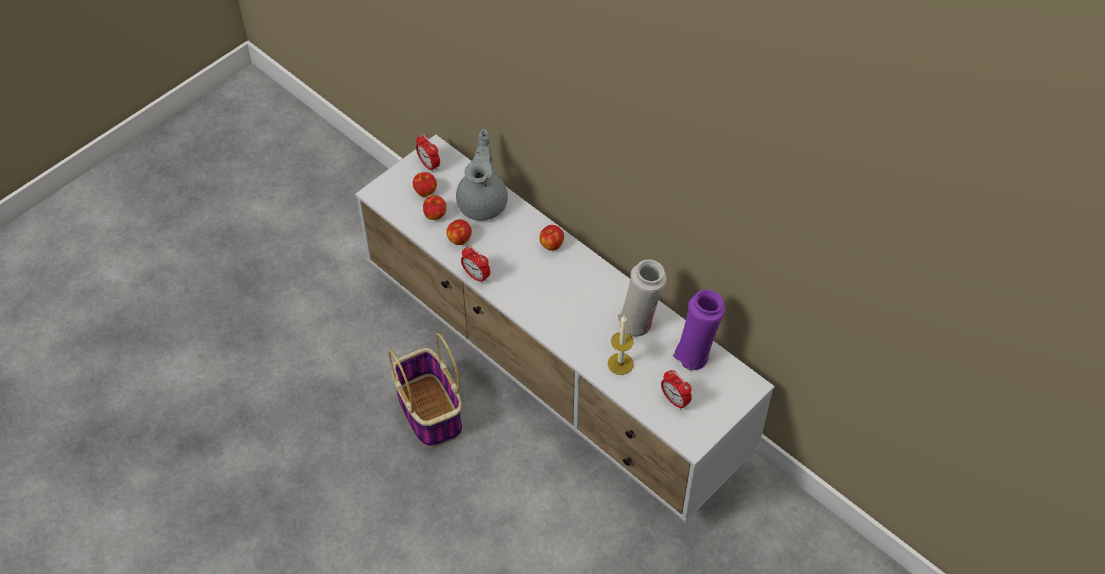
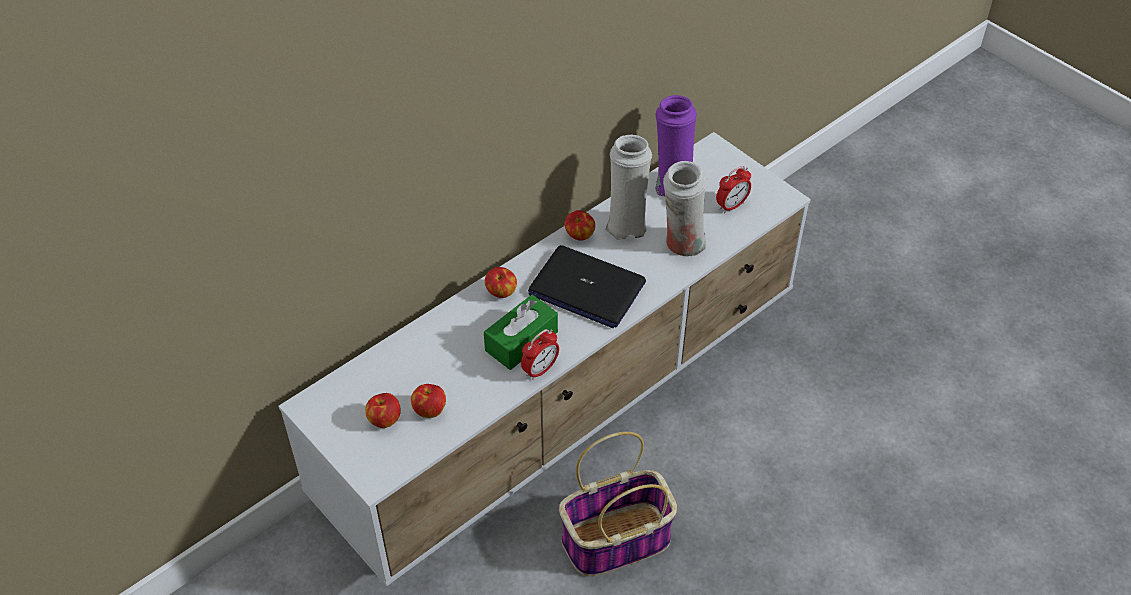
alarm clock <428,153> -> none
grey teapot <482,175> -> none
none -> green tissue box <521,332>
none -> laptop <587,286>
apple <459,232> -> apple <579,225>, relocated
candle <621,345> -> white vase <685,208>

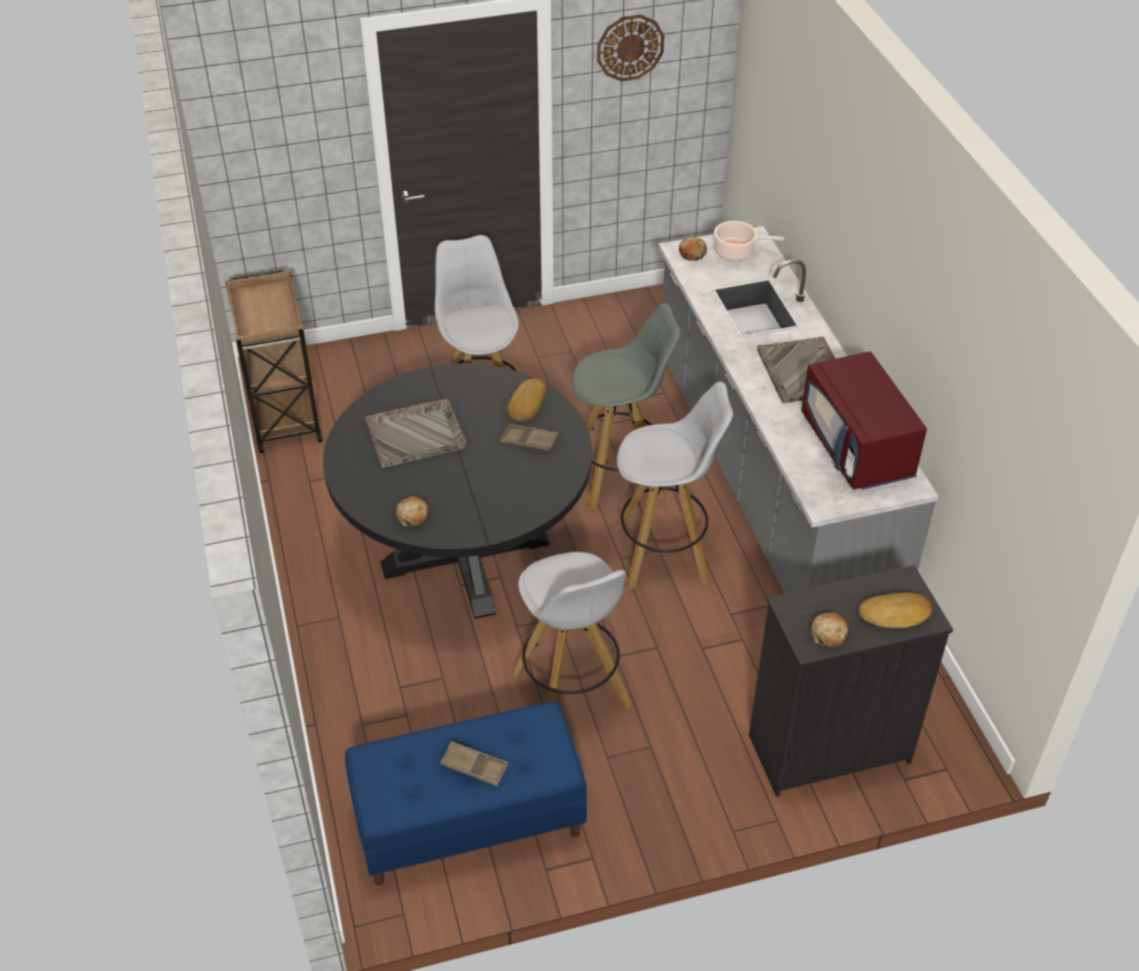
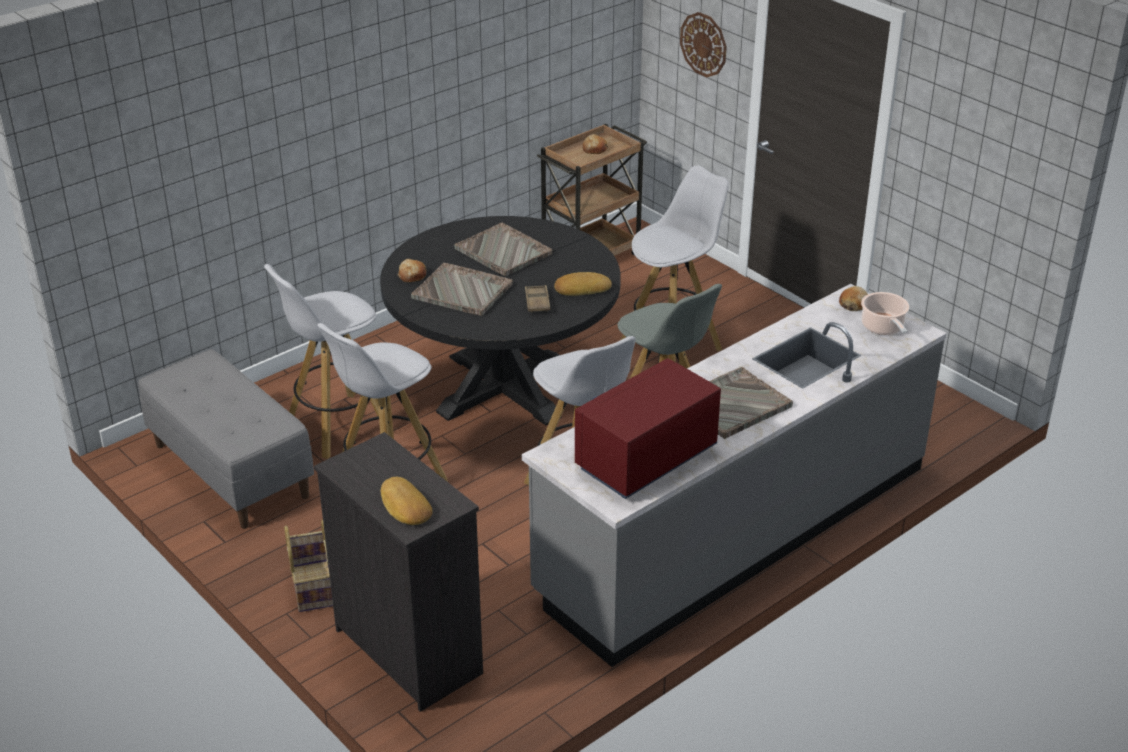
brown tray <474,763> -> none
none -> white stool <321,361>
none -> basket <308,565>
none -> grey tray <462,289>
wall clock <631,47> -> wall clock <703,44>, relocated
bread <830,630> -> bread <595,144>, relocated
blue bench <466,793> -> grey bench <226,439>

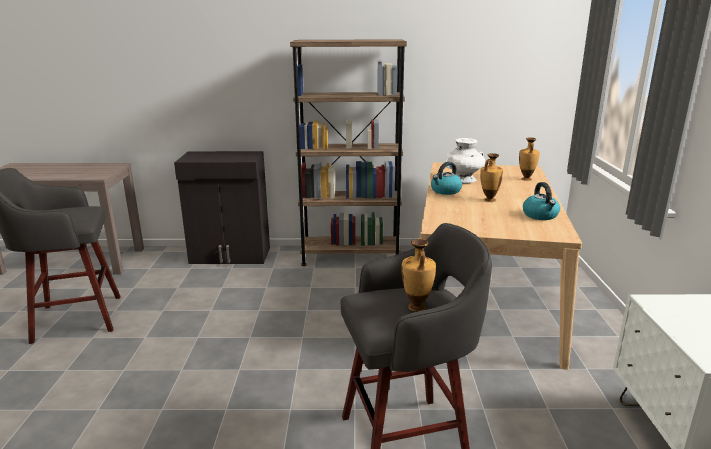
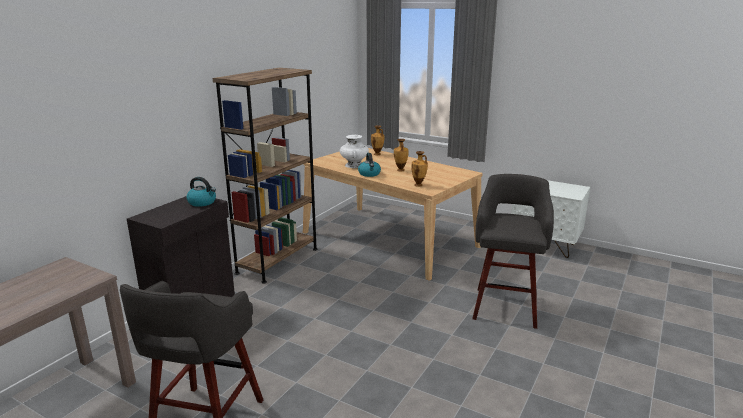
vase <418,275> -> vase <419,169>, relocated
kettle <541,201> -> kettle <201,192>, relocated

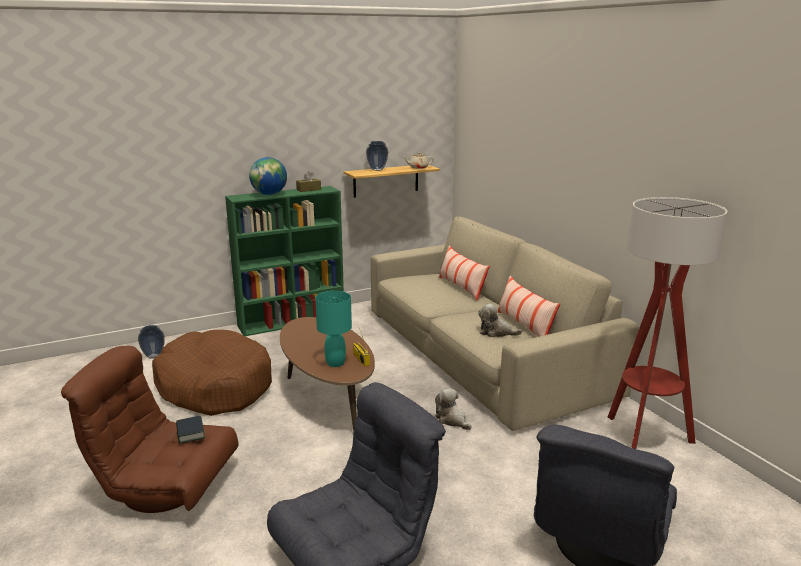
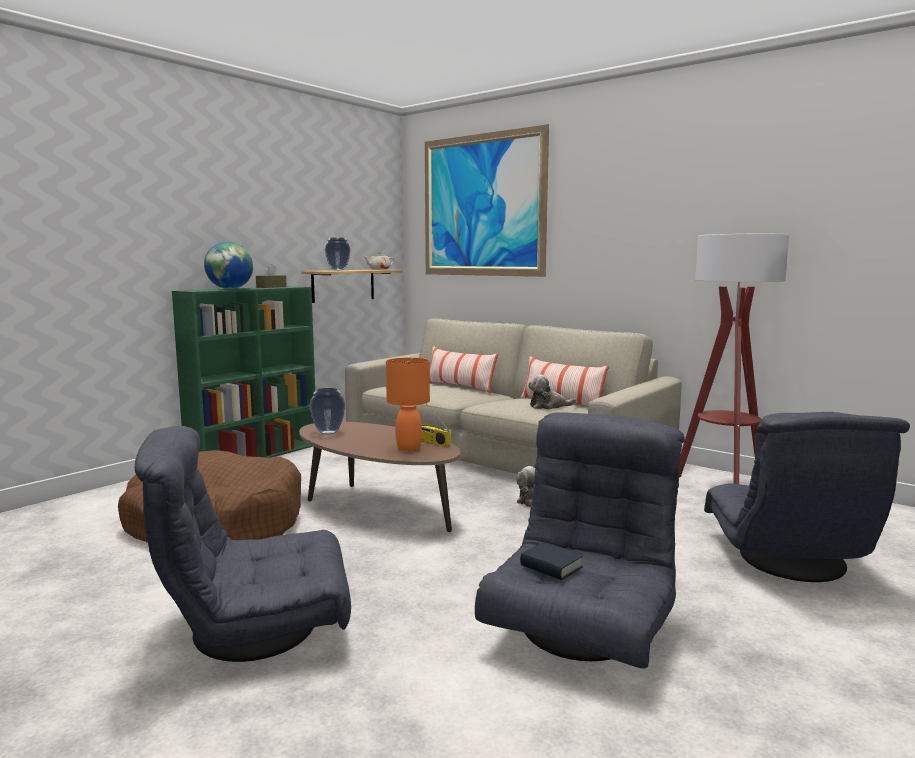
none -> picture <487,200>
vase <151,342> -> vase <327,411>, relocated
book <190,429> -> book <551,561>, relocated
brown armchair <150,429> -> grey armchair <243,544>
turquoise table lamp <333,329> -> orange table lamp <408,405>

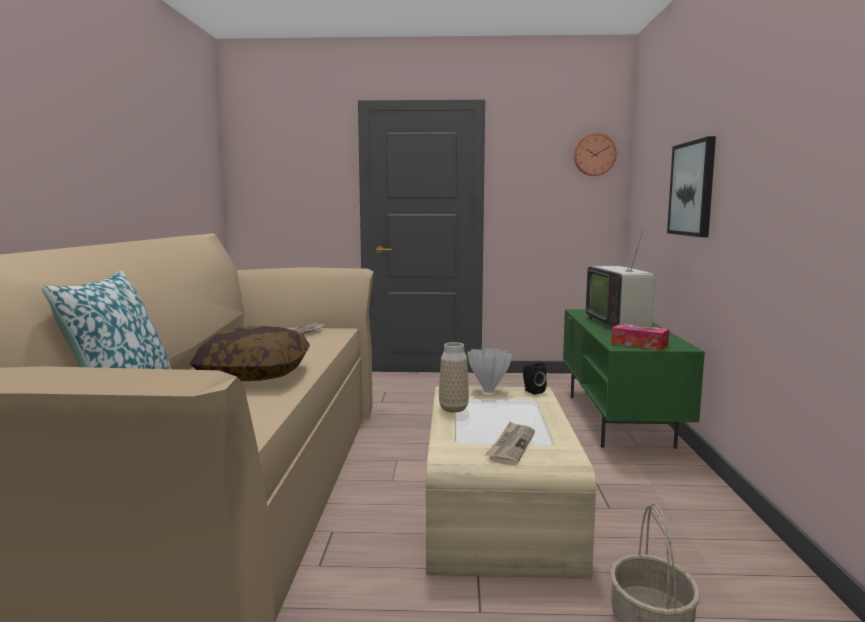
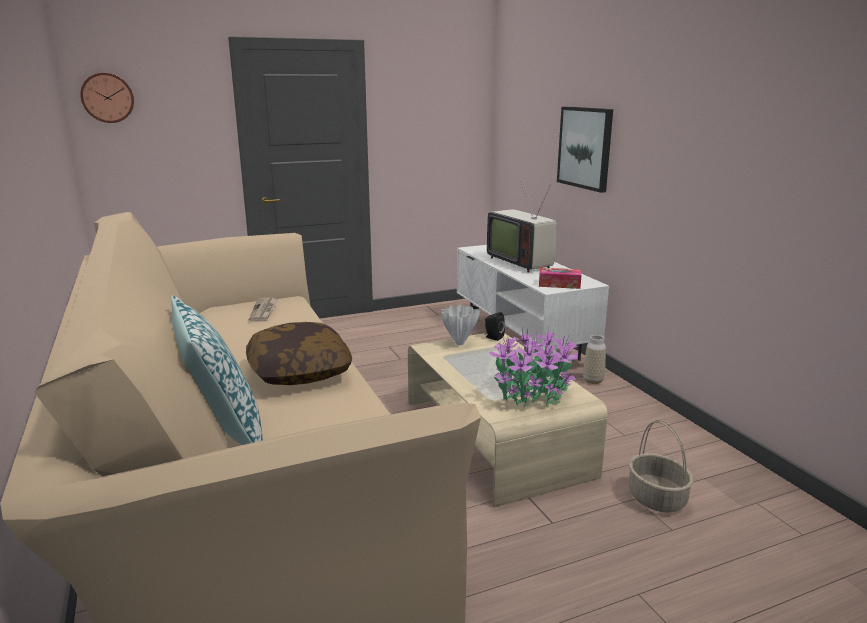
vase <454,377> -> vase <594,359>, relocated
wall clock <595,154> -> wall clock <107,98>, relocated
newspaper <510,443> -> potted plant <533,367>
green tv stand <634,379> -> white tv stand <533,303>

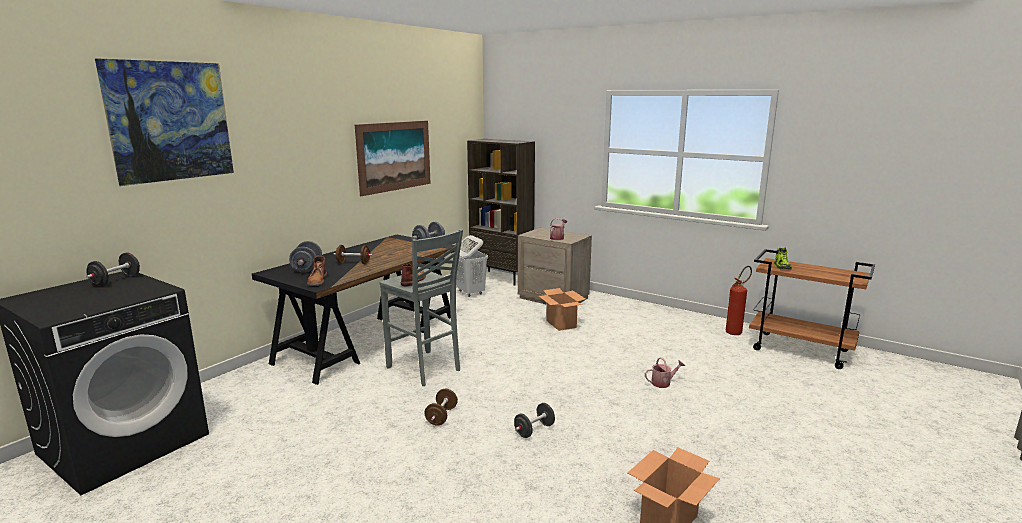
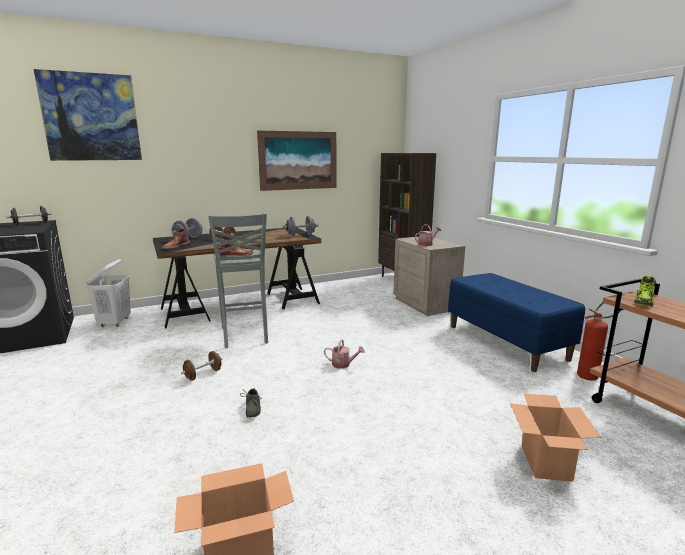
none -> blue bench <516,322>
white laundry basket <470,266> -> white laundry basket <108,293>, relocated
cardboard box <562,309> -> cardboard box <555,438>, relocated
watering can <665,372> -> watering can <344,354>, relocated
black dumbbell <534,420> -> grey shoe <250,403>

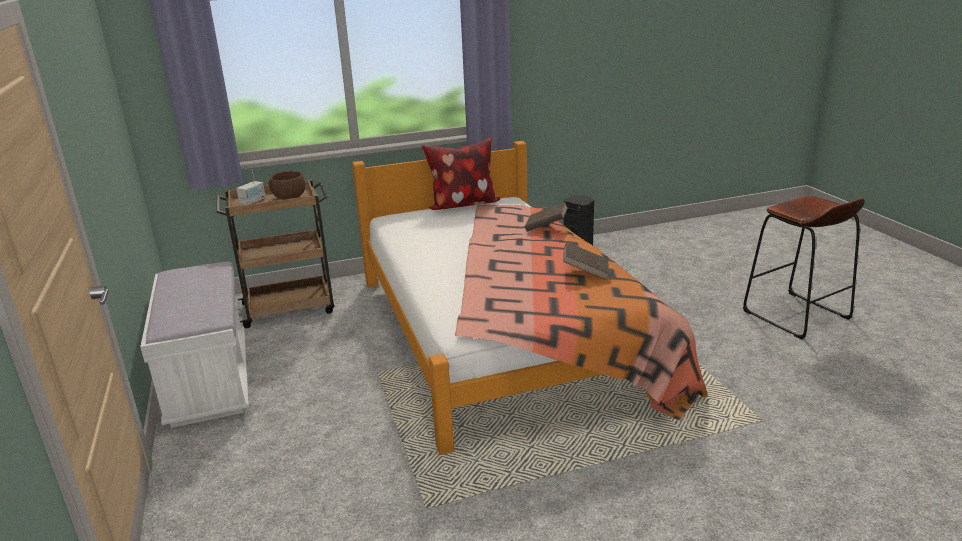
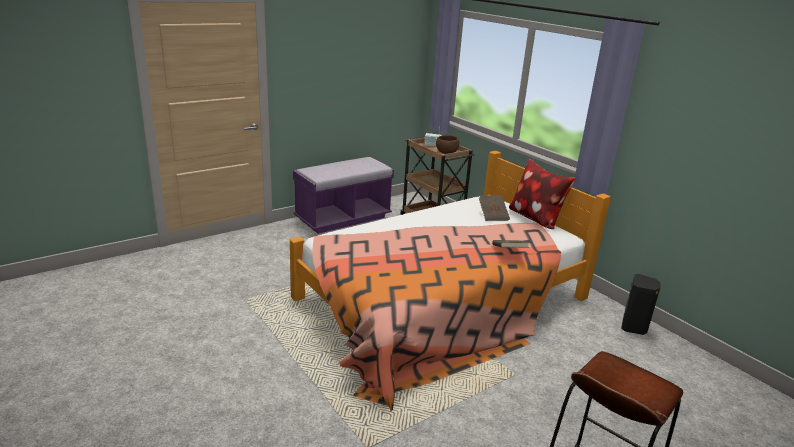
brown book <586,261> -> brown book <494,208>, relocated
white bench <194,345> -> purple bench <343,195>

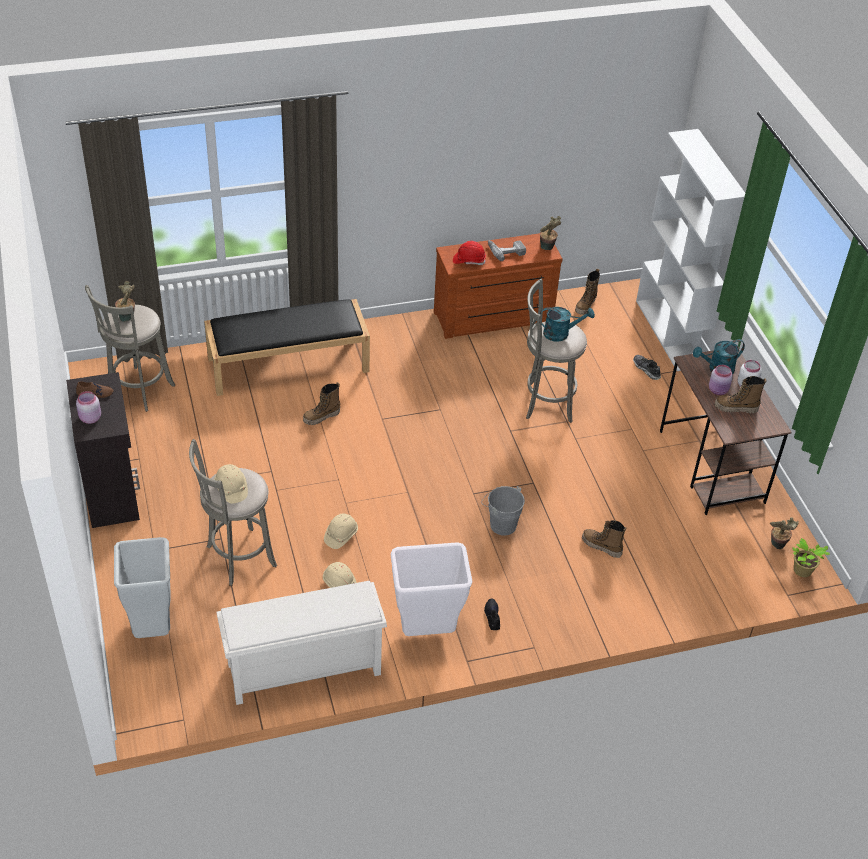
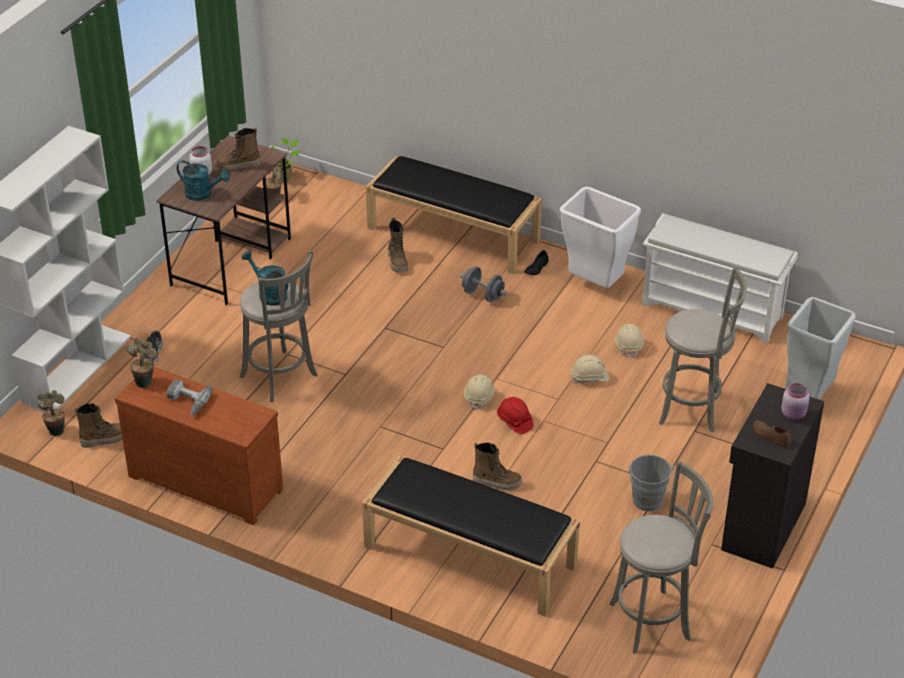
pink jar <721,380> -> none
none -> black bench <454,214>
none -> grey dumbbell <483,284>
potted plant <125,301> -> potted plant <51,413>, relocated
beige hard hat <231,484> -> beige hard hat <479,393>, relocated
red hard hat <469,253> -> red hard hat <515,415>, relocated
grey bucket <504,511> -> grey bucket <651,483>, relocated
boot <740,394> -> boot <238,149>, 120 degrees clockwise

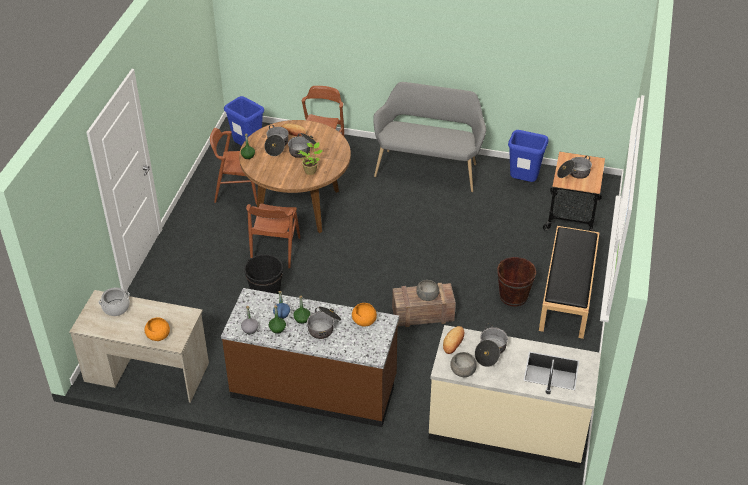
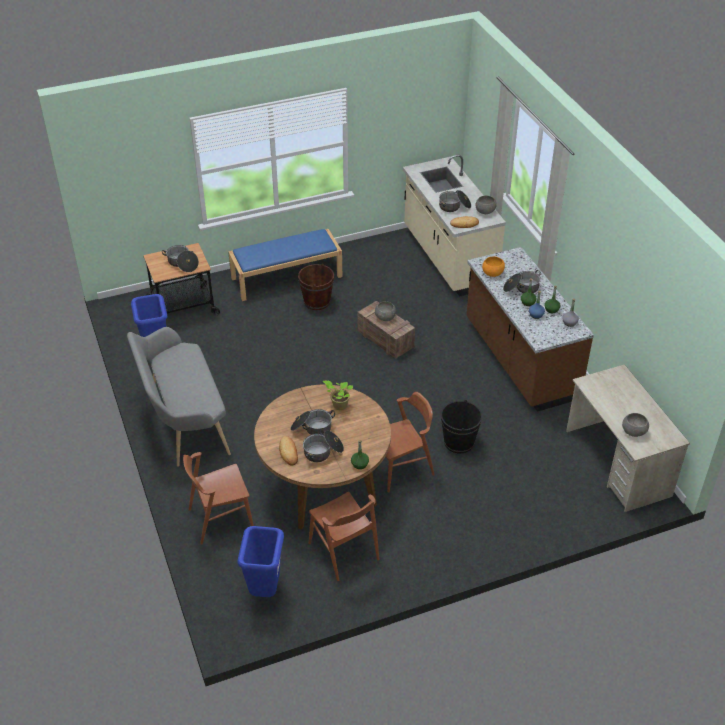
orange bowl <157,329> -> none
cooking pot <114,302> -> grey bowl <635,425>
black bench <569,282> -> blue bench <285,265>

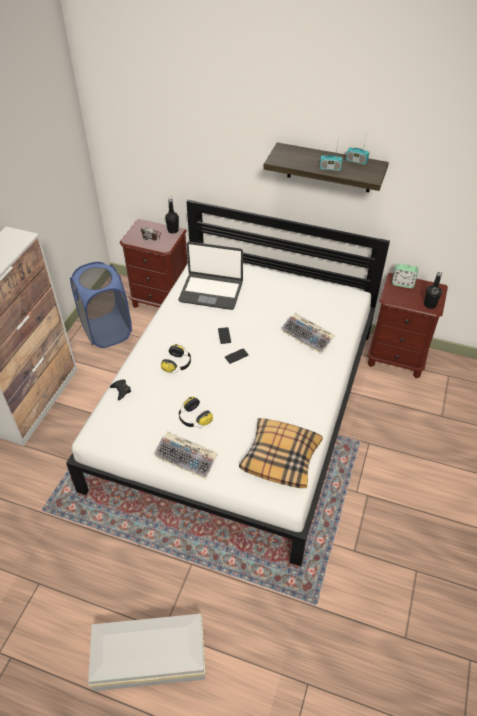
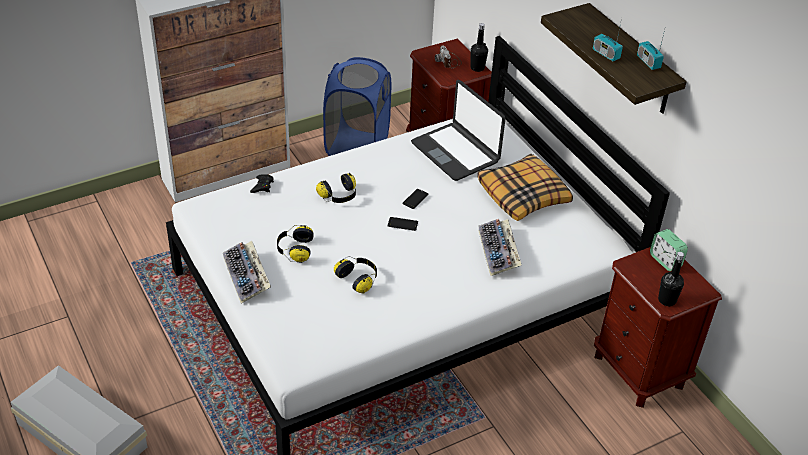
none -> headphones <355,275>
pillow <281,453> -> pillow <525,187>, relocated

